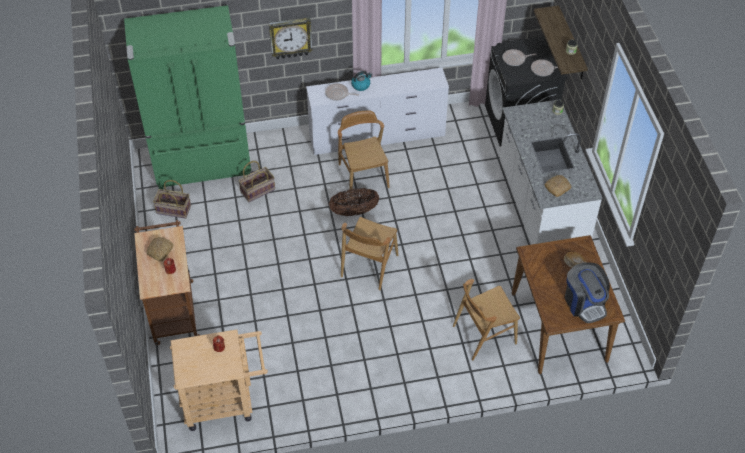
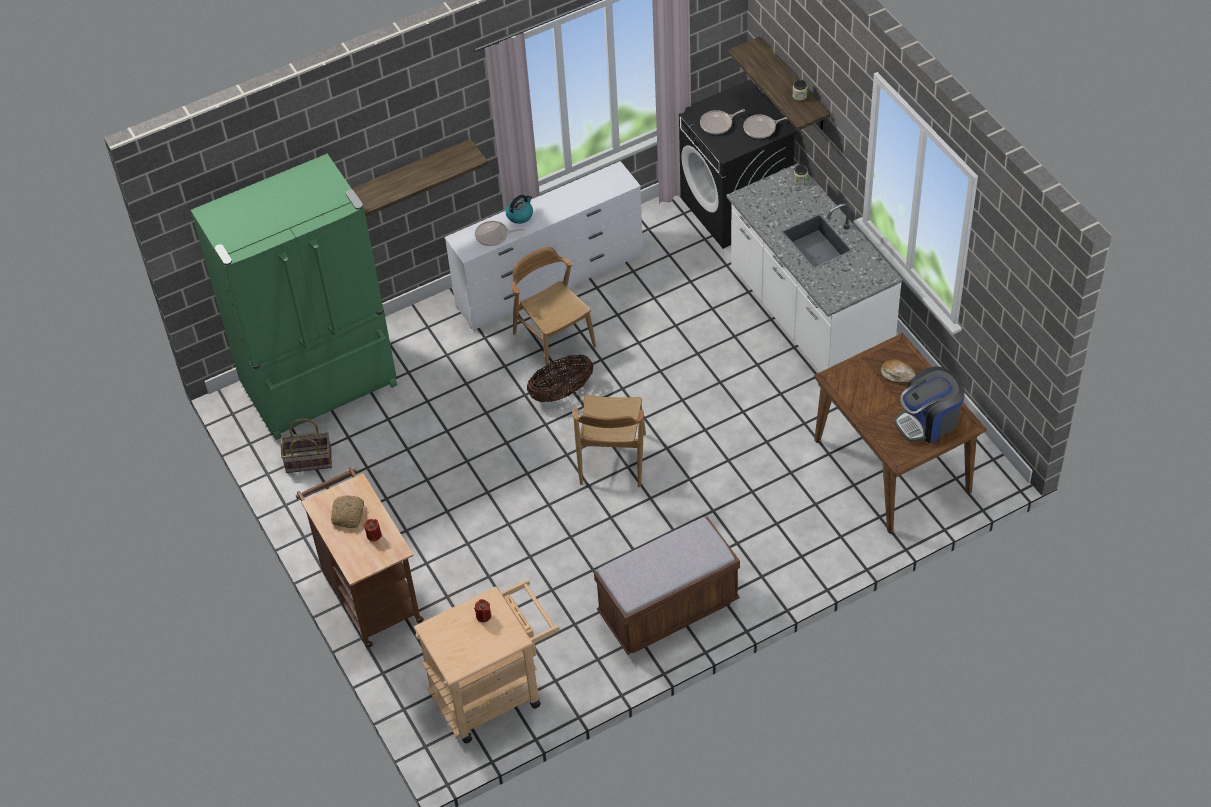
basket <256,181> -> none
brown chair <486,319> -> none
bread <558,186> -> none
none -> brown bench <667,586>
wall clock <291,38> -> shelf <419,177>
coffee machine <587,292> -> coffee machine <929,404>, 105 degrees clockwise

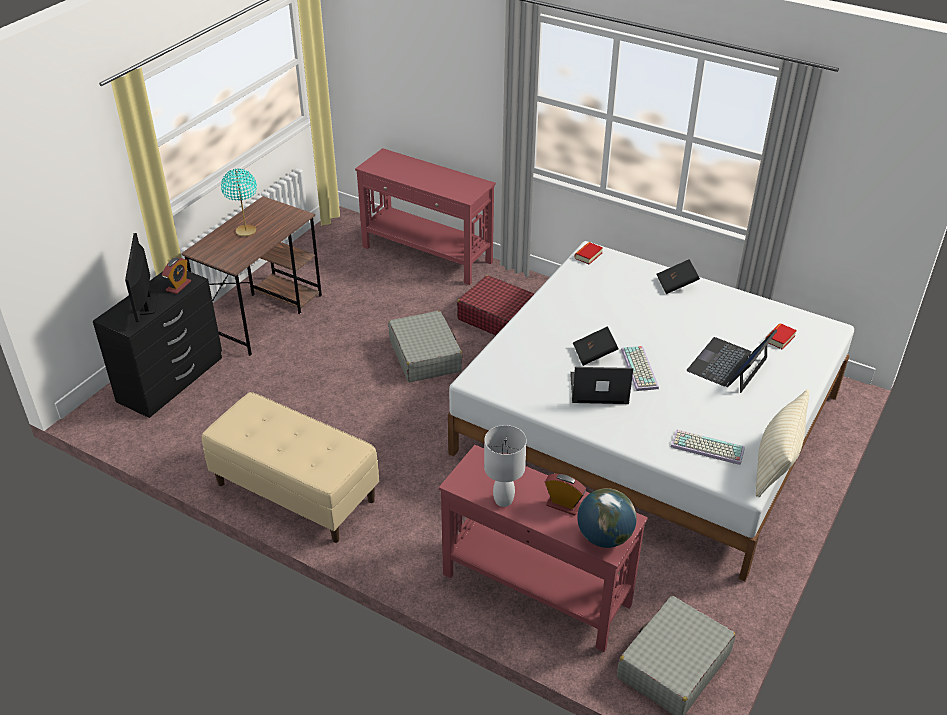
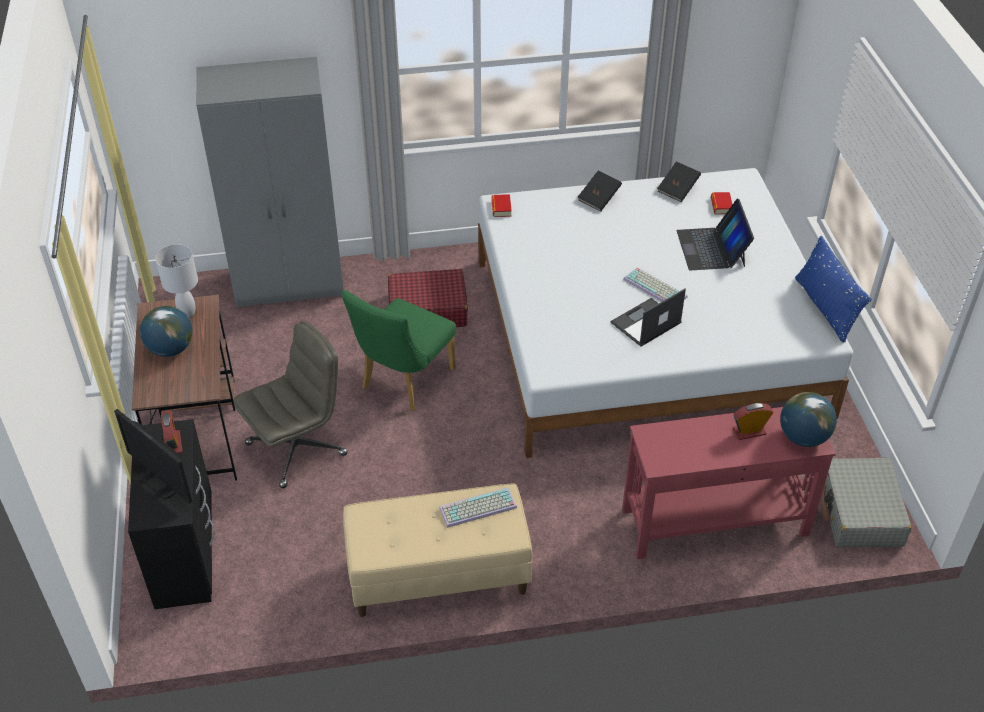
none -> grey office chair <291,404>
white table lamp <505,466> -> white table lamp <176,281>, relocated
black book <595,346> -> black book <679,181>, relocated
keyboard <708,447> -> keyboard <478,507>, relocated
turquoise table lamp <239,202> -> globe <166,331>
red console table <425,216> -> grey wardrobe <270,182>
grey suitcase <425,346> -> green chair <398,350>
beige pillow <783,443> -> blue pillow <833,289>

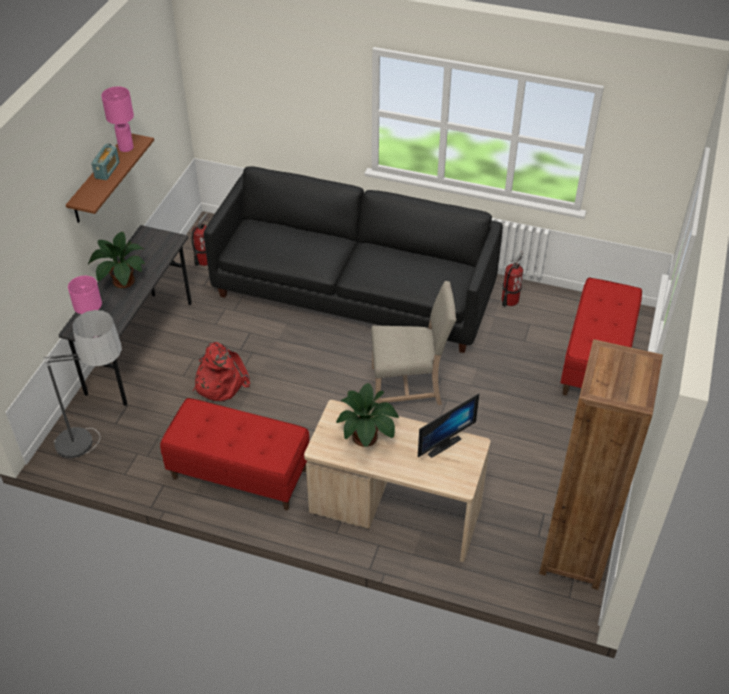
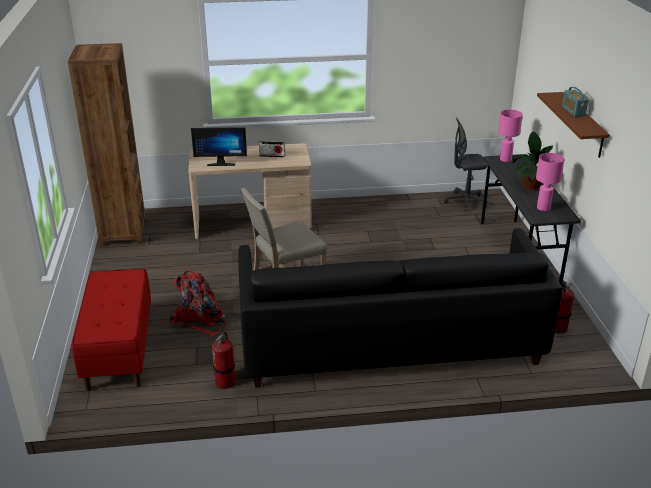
red bench <235,454> -> none
pink table lamp <117,119> -> pink table lamp <550,182>, relocated
red backpack <221,371> -> red backpack <197,303>, relocated
floor lamp <82,384> -> grey office chair <465,164>
potted plant <367,415> -> radio <272,149>
monitor <448,425> -> monitor <219,146>, 120 degrees counterclockwise

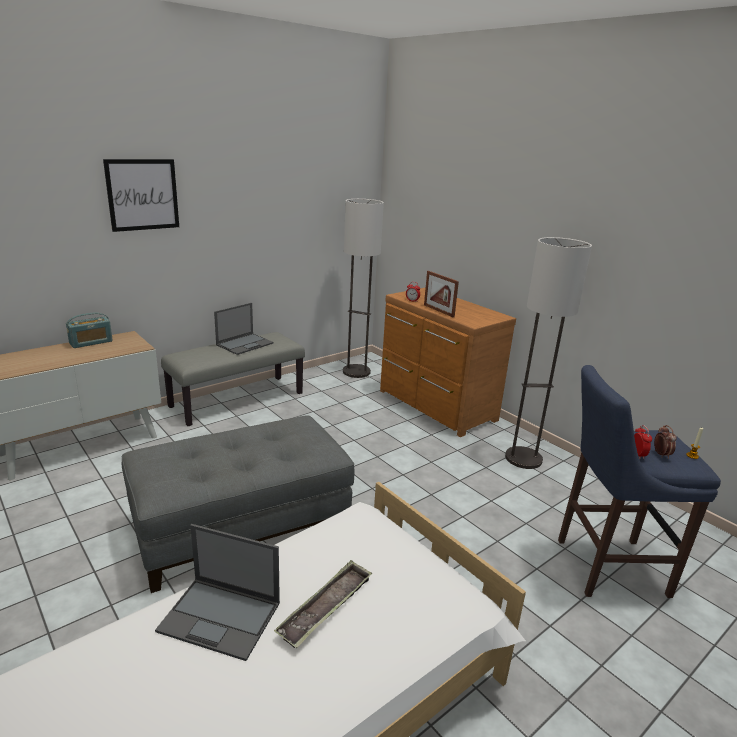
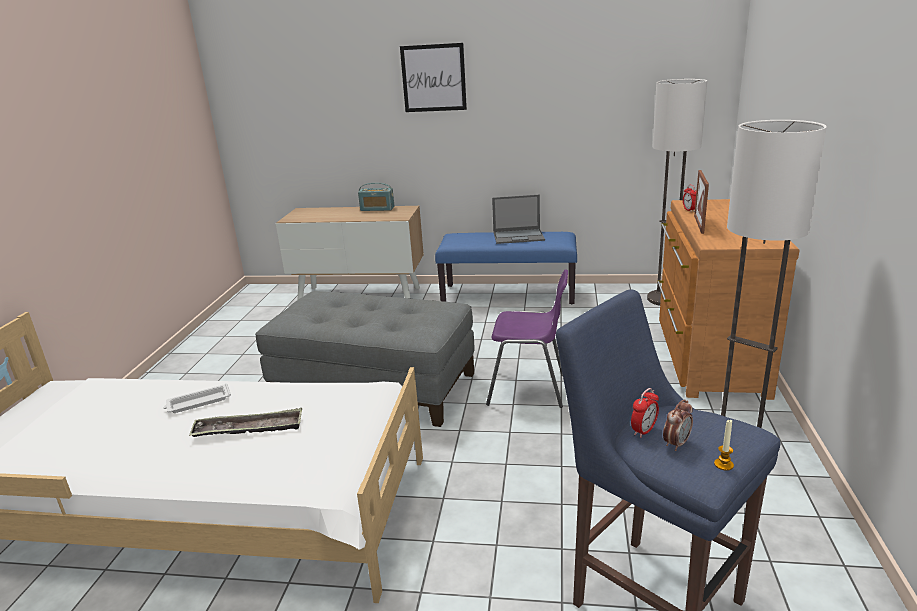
none -> purple chair <527,338>
laptop <217,592> -> white tray <197,398>
grey bench <233,379> -> blue bench <506,268>

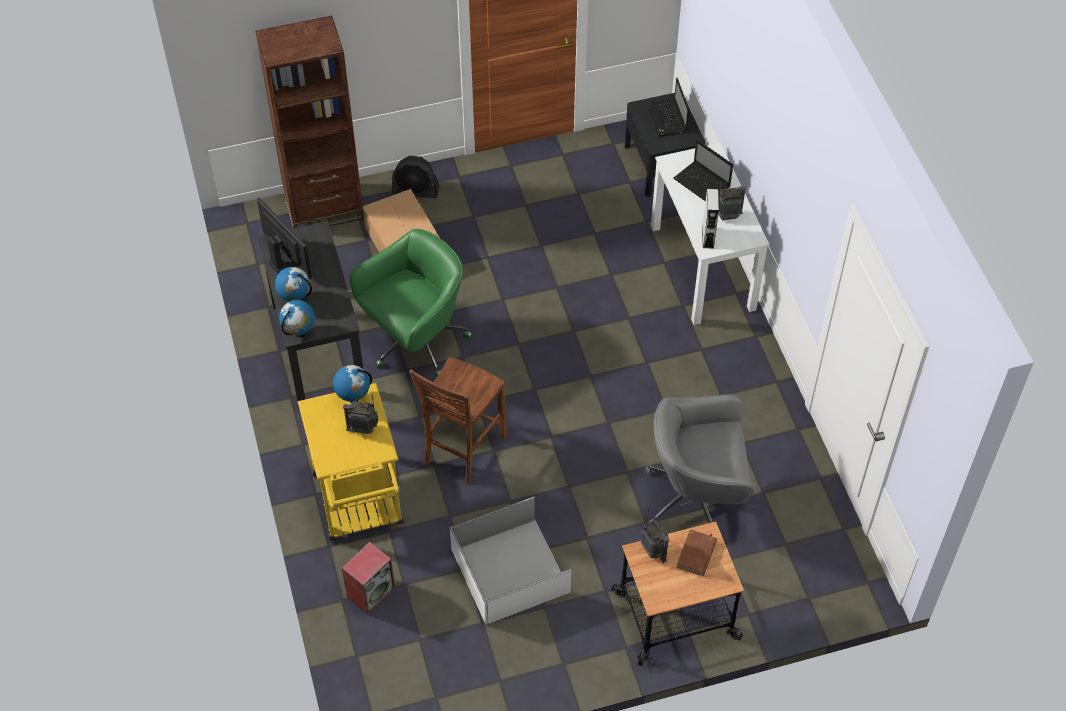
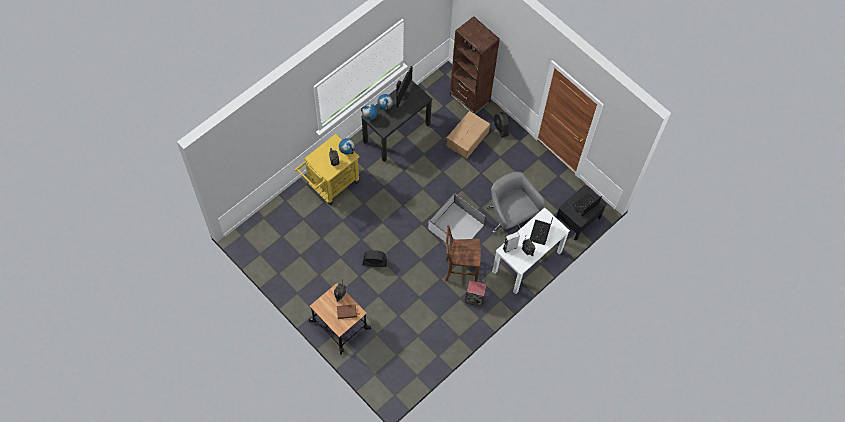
green office chair <410,303> -> none
none -> black fan <375,258>
speaker <368,578> -> speaker <476,293>, relocated
brown chair <458,420> -> brown chair <463,253>, relocated
white storage box <510,560> -> white storage box <457,218>, relocated
grey office chair <700,458> -> grey office chair <515,203>, relocated

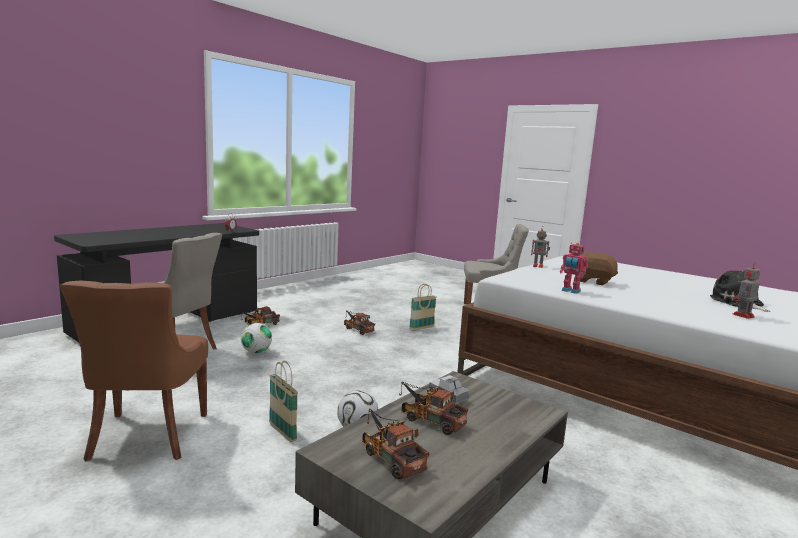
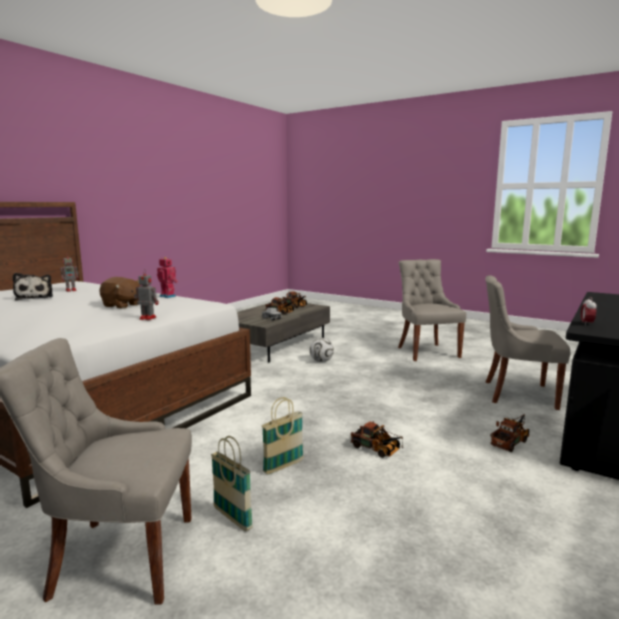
football <256,338> -> none
basket <283,401> -> basket <232,483>, relocated
brown chair <134,371> -> grey chair <432,310>

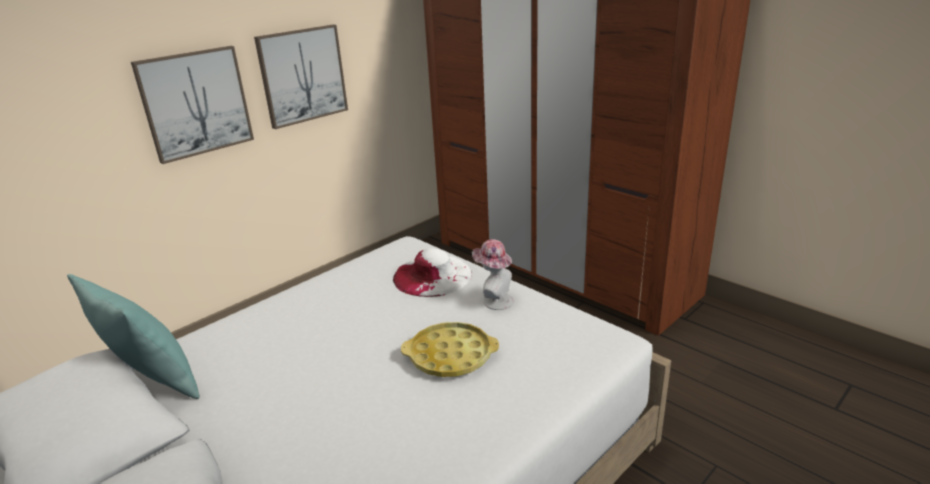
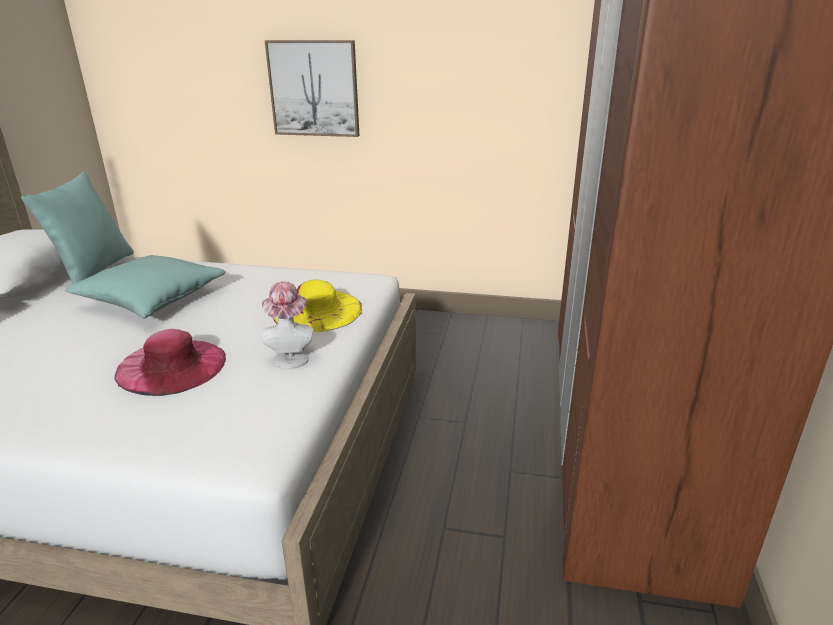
picture <301,77> -> none
none -> turquoise pillow <145,286>
yellow tray <450,349> -> pink hat <170,362>
white hat <432,272> -> yellow hat <317,306>

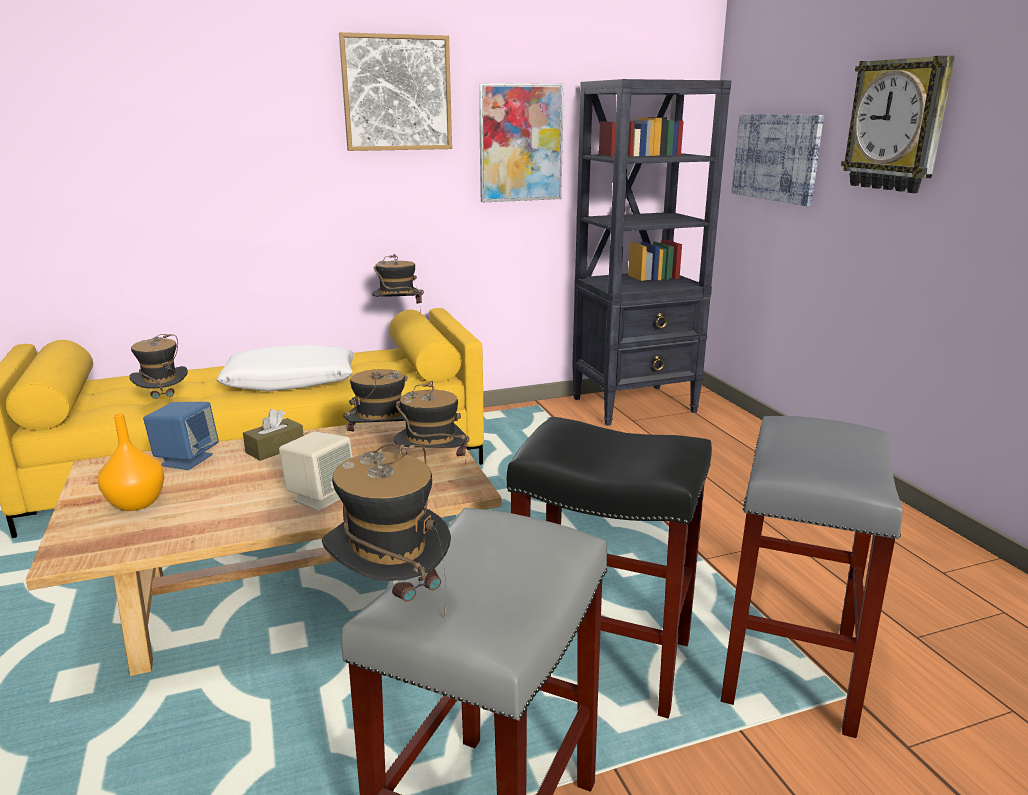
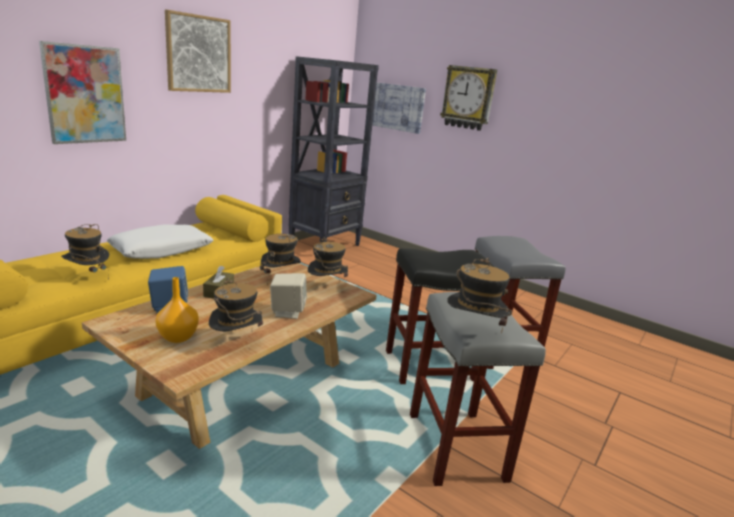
hat <398,284> -> hat <236,305>, relocated
picture <521,142> -> picture <82,92>, relocated

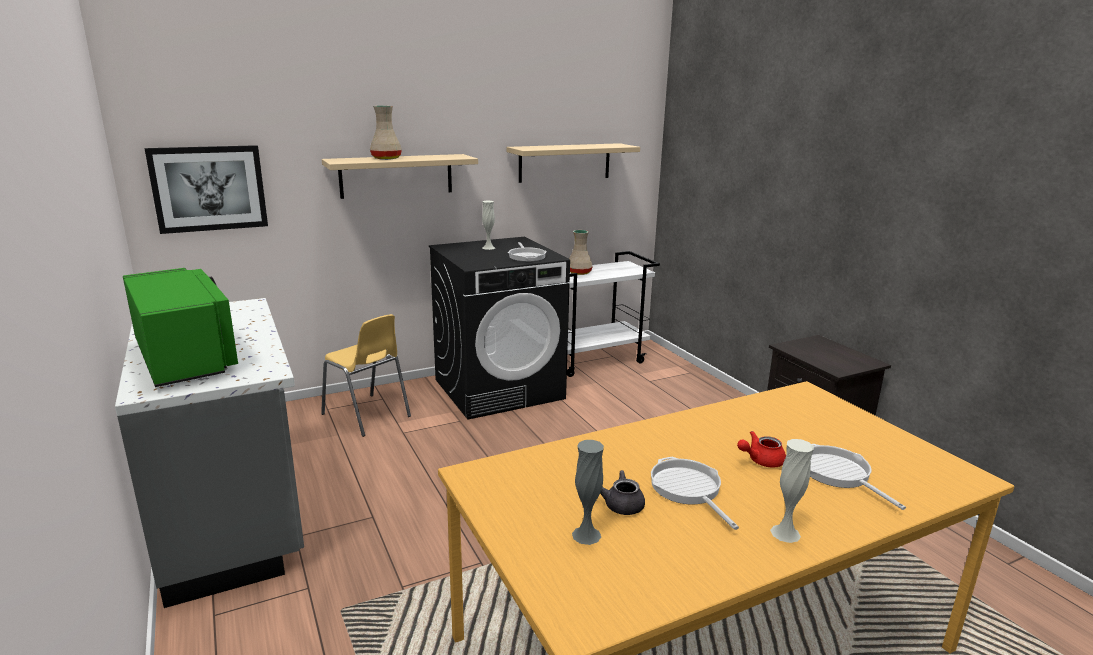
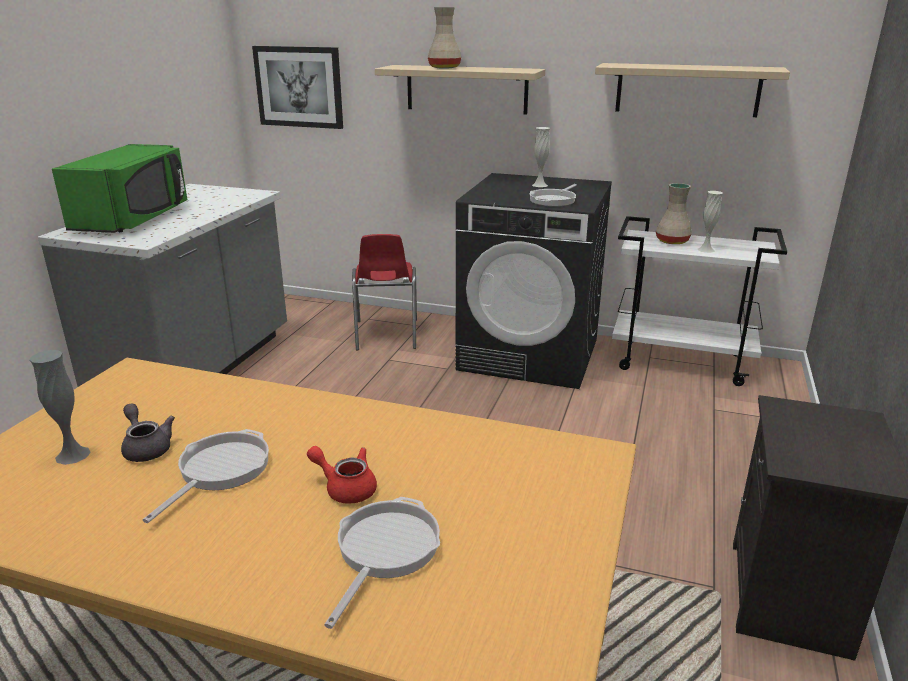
white vase <792,491> -> white vase <710,222>, relocated
yellow chair <366,375> -> red chair <384,292>

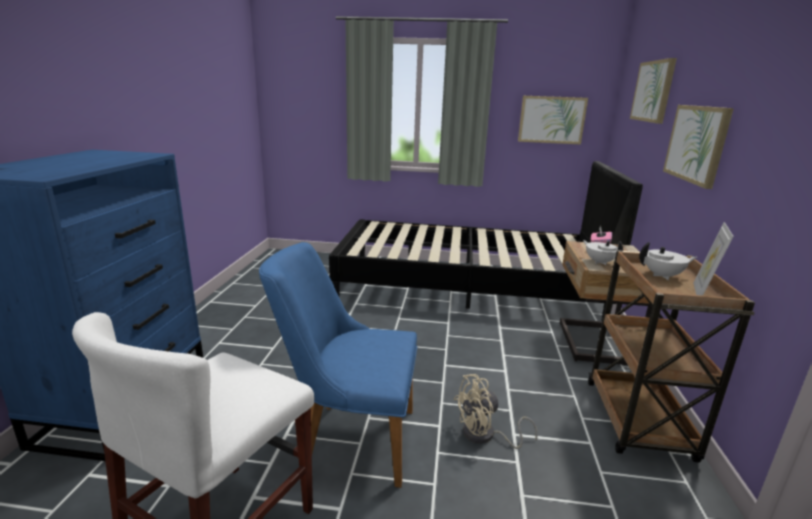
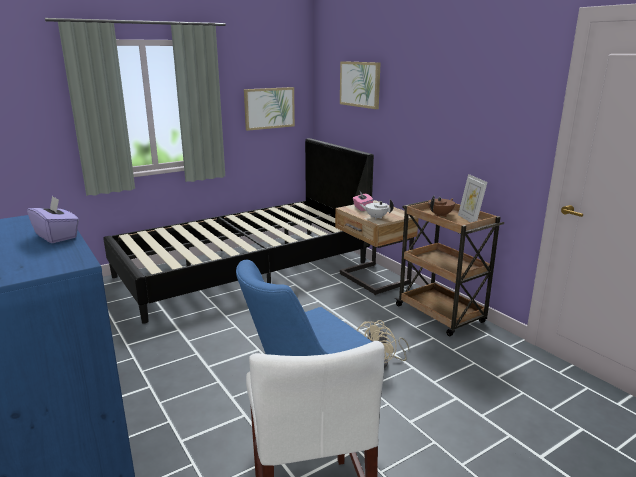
picture <698,147> -> none
none -> purple tissue box <53,219>
white teapot <668,261> -> brown teapot <441,206>

